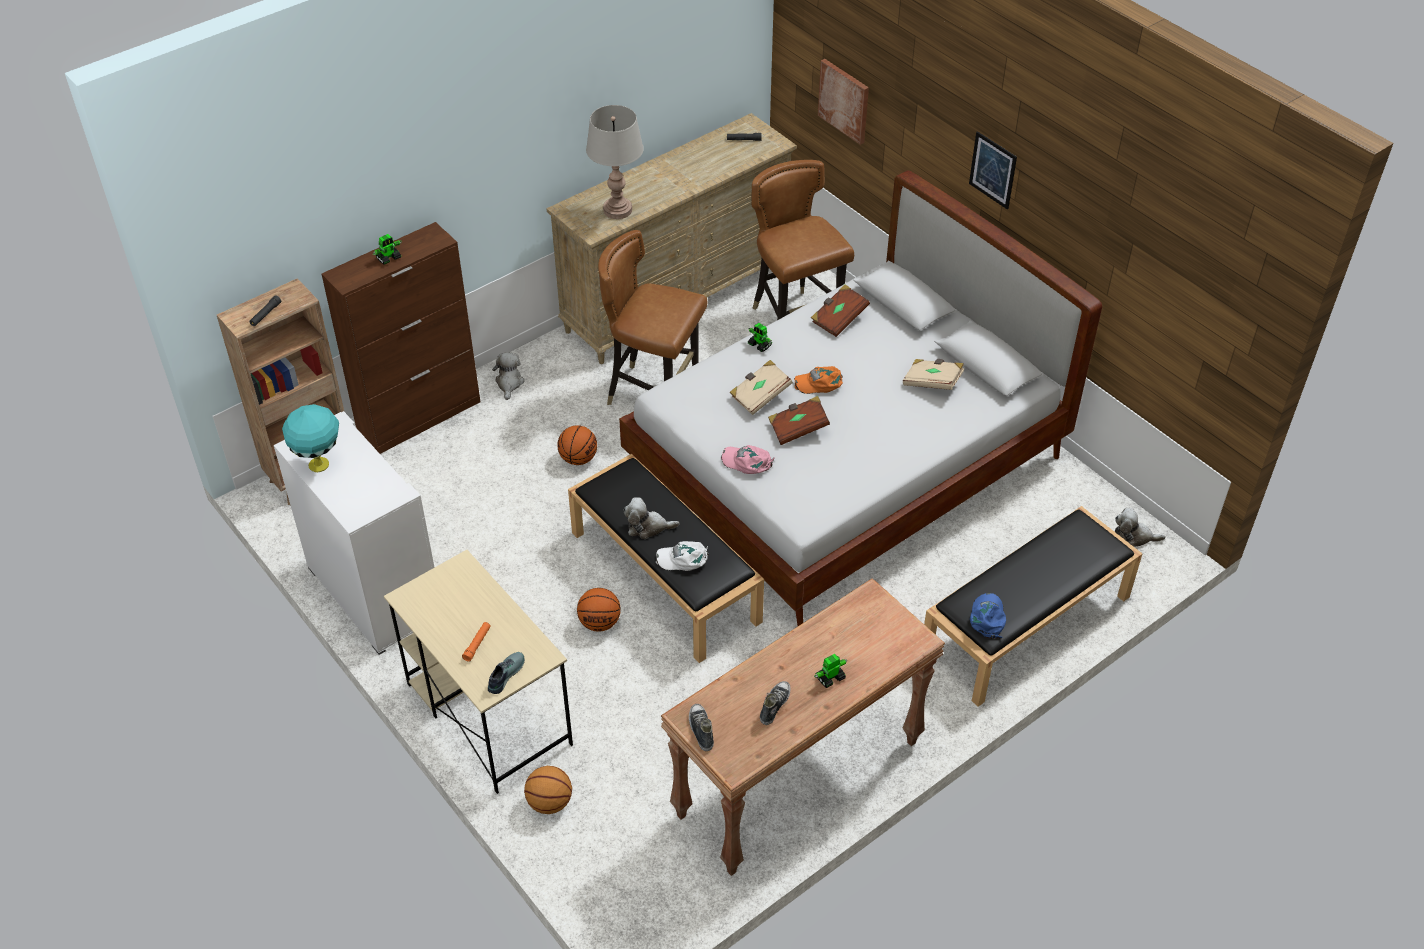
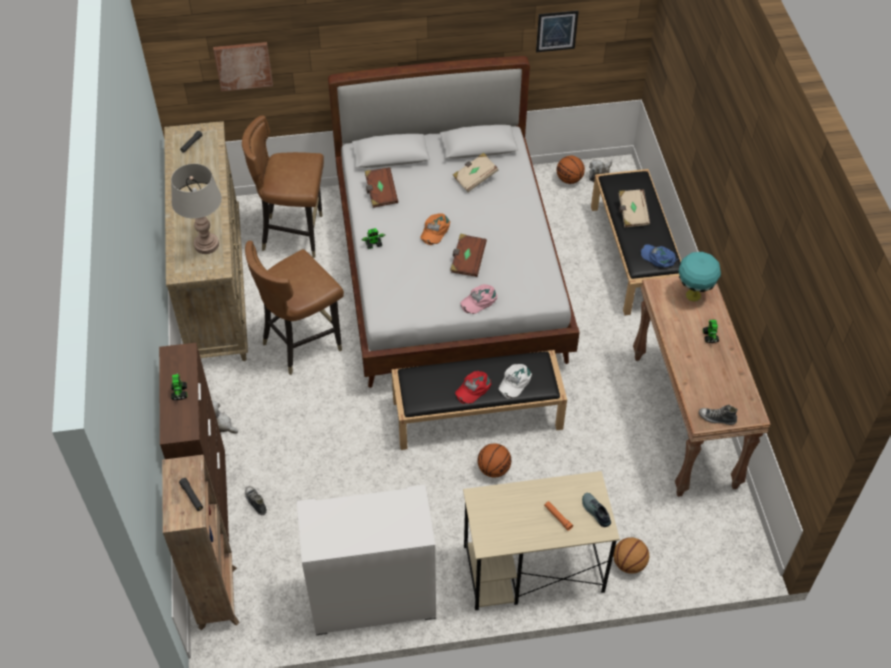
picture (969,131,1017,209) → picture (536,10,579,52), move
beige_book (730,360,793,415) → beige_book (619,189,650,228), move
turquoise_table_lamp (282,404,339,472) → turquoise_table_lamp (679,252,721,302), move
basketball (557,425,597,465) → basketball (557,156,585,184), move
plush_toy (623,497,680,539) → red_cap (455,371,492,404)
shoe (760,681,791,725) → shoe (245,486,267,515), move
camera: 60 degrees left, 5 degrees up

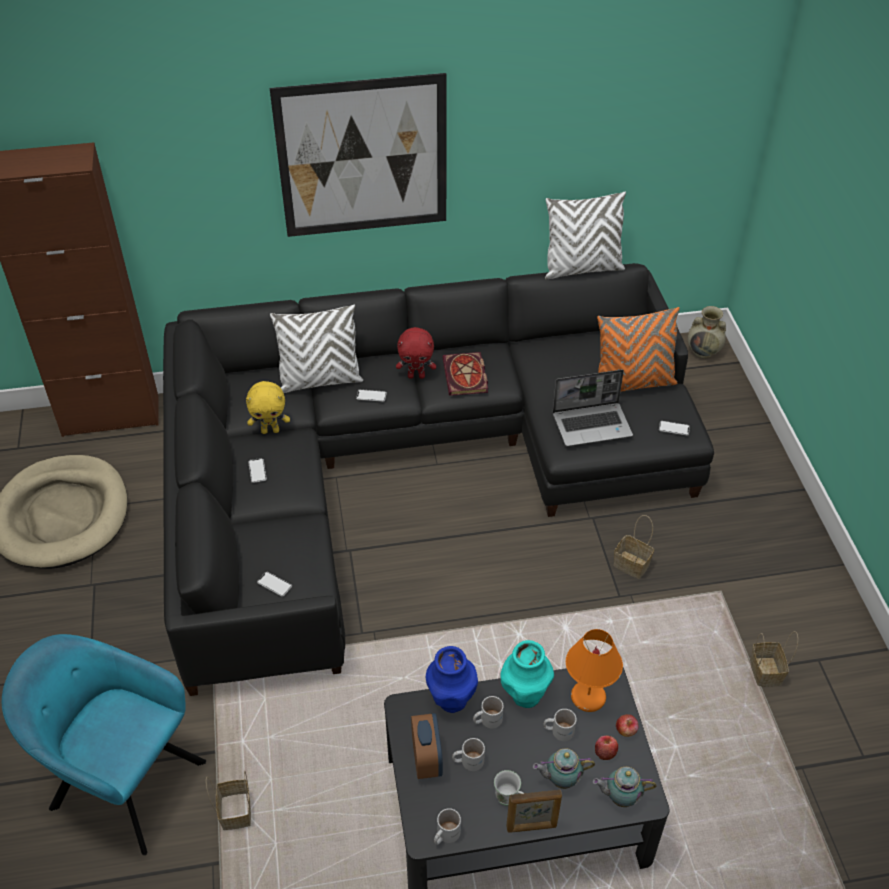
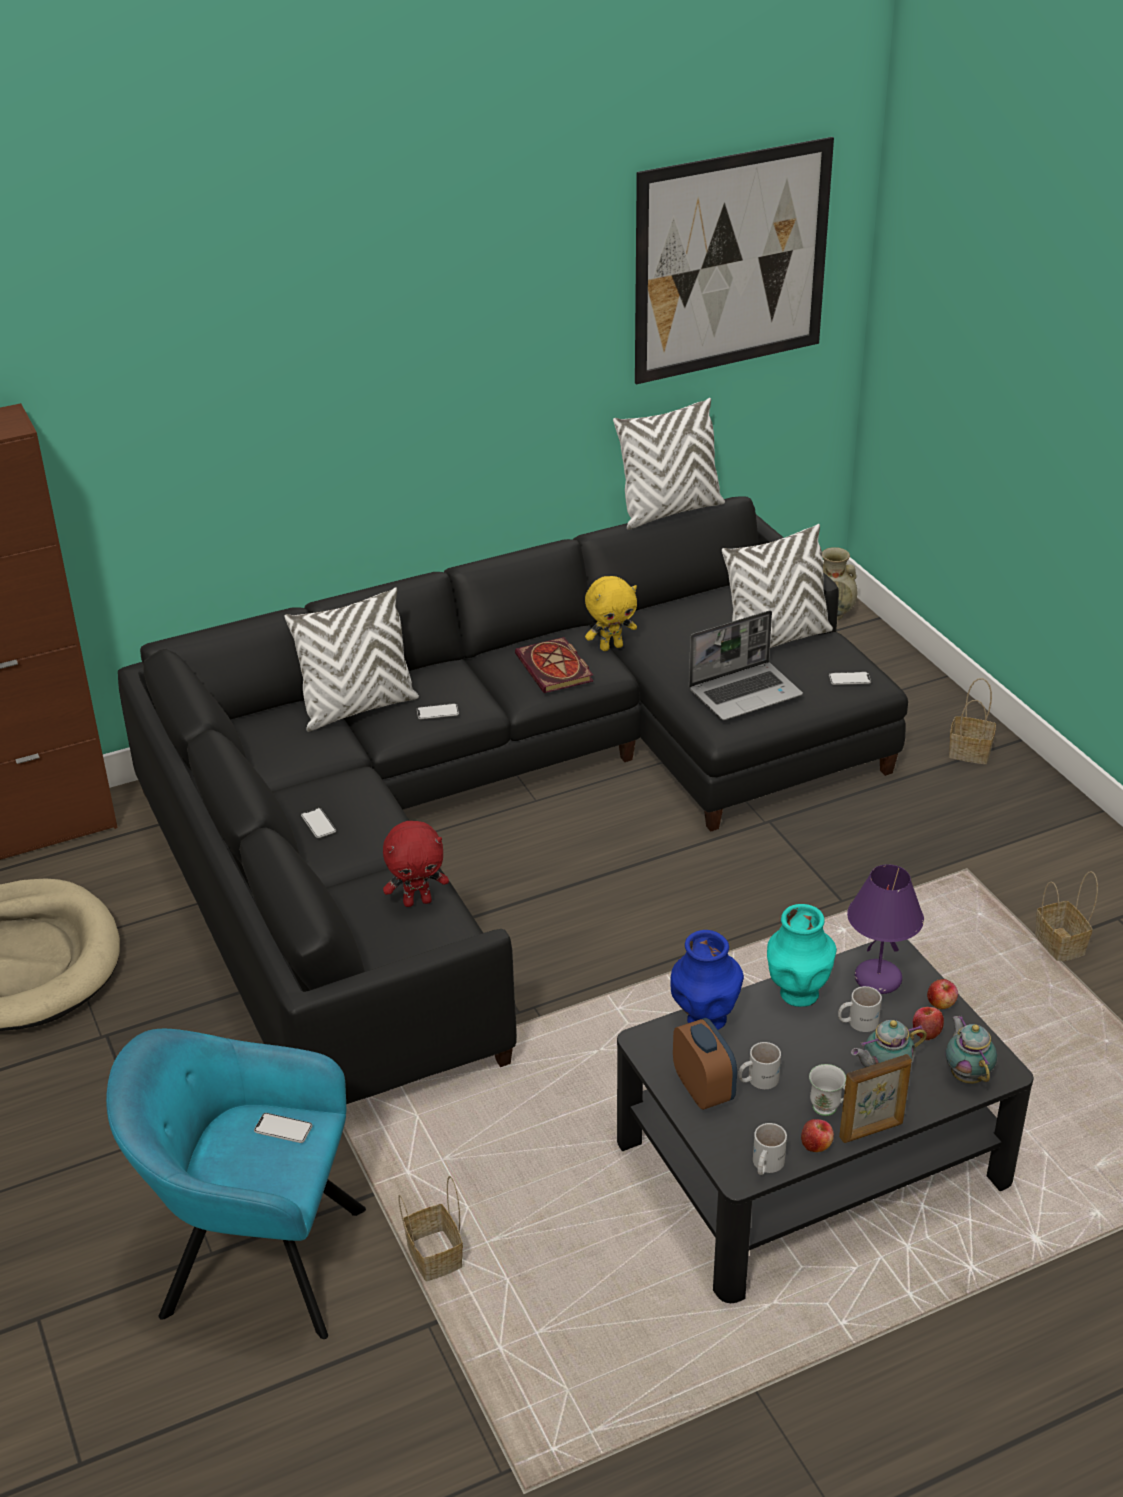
picture (270,73,447,237) → picture (635,137,834,384), move
orange_pillow (597,307,680,392) → white_pillow (722,524,833,648)
red_plush_toy (396,327,436,379) → red_plush_toy (383,821,449,907), move
yellow_plush_toy (246,381,290,434) → yellow_plush_toy (585,576,637,651), move
basket (613,515,654,579) → basket (949,678,996,764), move
phone (257,572,292,597) → phone (254,1113,313,1143), move
orange_table_lamp (566,629,623,712) → purple_table_lamp (847,864,924,994)
white_mug (473,696,504,728) → -
teapot (593,767,656,807) → teapot (945,1016,997,1084), 90 degrees clockwise
- → apple (801,1119,834,1152)
camera: 15 degrees left, 10 degrees down

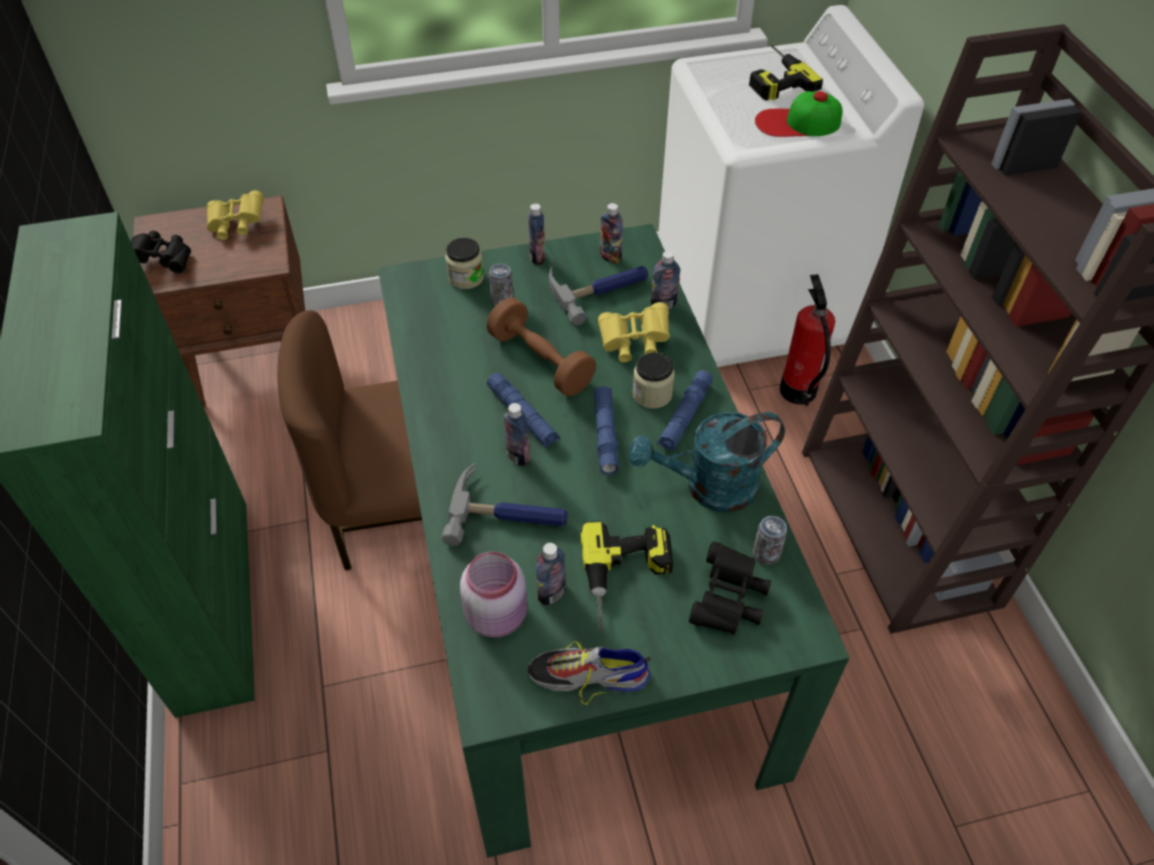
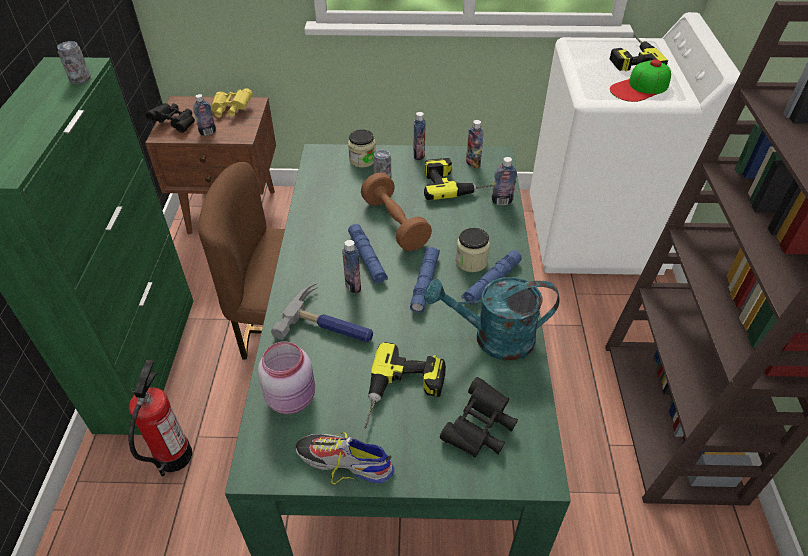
cap (755,91,843,137) → cap (610,60,671,102), 45 degrees counterclockwise
hammer (549,266,648,325) → power_drill (424,158,494,200)
fire_extinguisher (780,274,835,406) → fire_extinguisher (128,360,192,476), move
yellow_binoculars (598,302,670,362) → -
can (752,516,787,565) → can (57,41,91,84), move
bottle (536,543,565,605) → bottle (193,94,216,136), move
camera: 15 degrees right, 5 degrees down

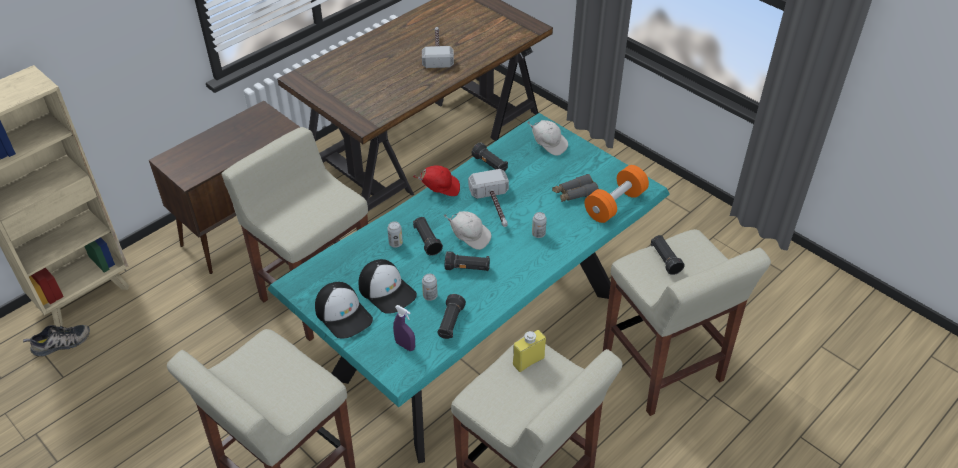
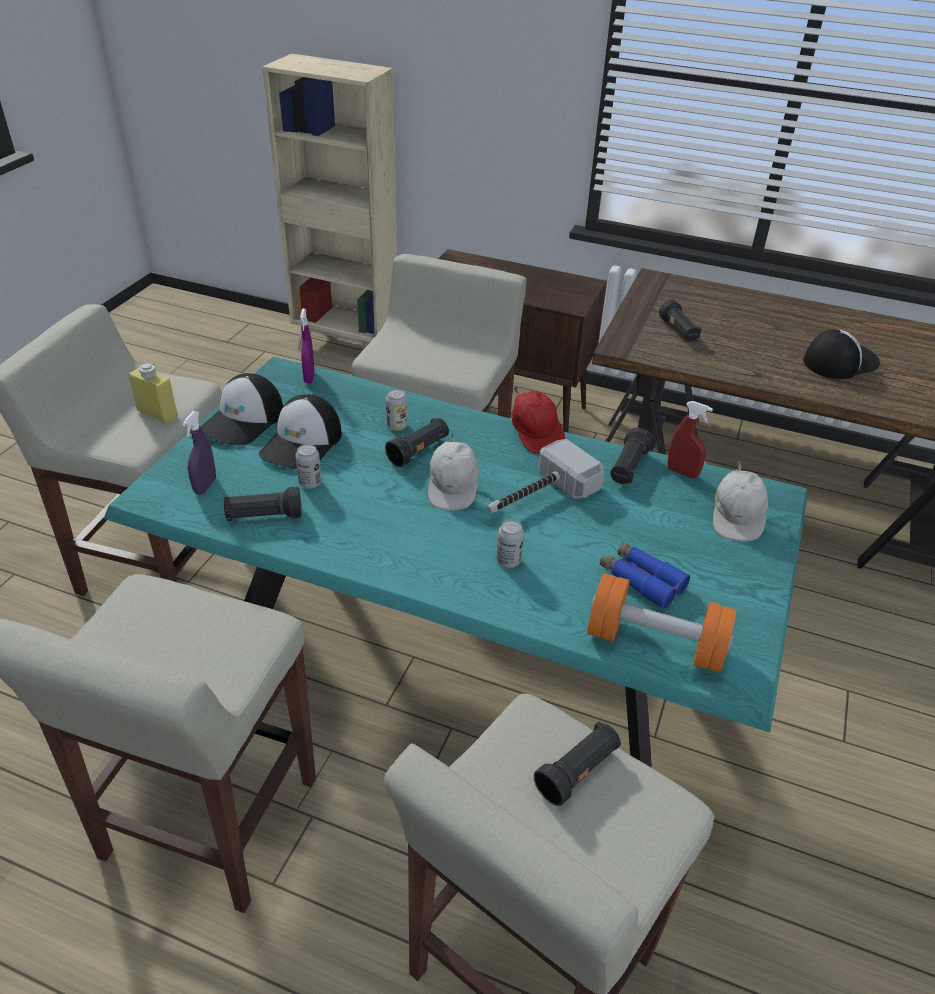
hammer (422,27,454,68) → cap (803,329,880,379)
grey_binoculars (552,174,599,202) → blue_binoculars (600,541,690,609)
black_flashlight (445,251,490,271) → black_flashlight (659,300,702,342), move
shoe (23,325,90,356) → -
yellow_bottle (513,330,546,372) → yellow_bottle (128,363,178,423), move
- → purple_spray_bottle (300,309,315,383)
- → red_spray_bottle (667,401,713,478)
camera: 65 degrees right, 5 degrees down

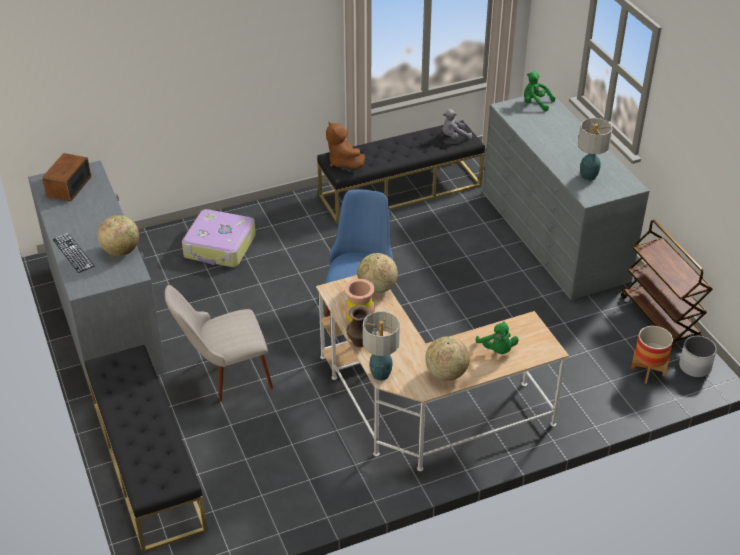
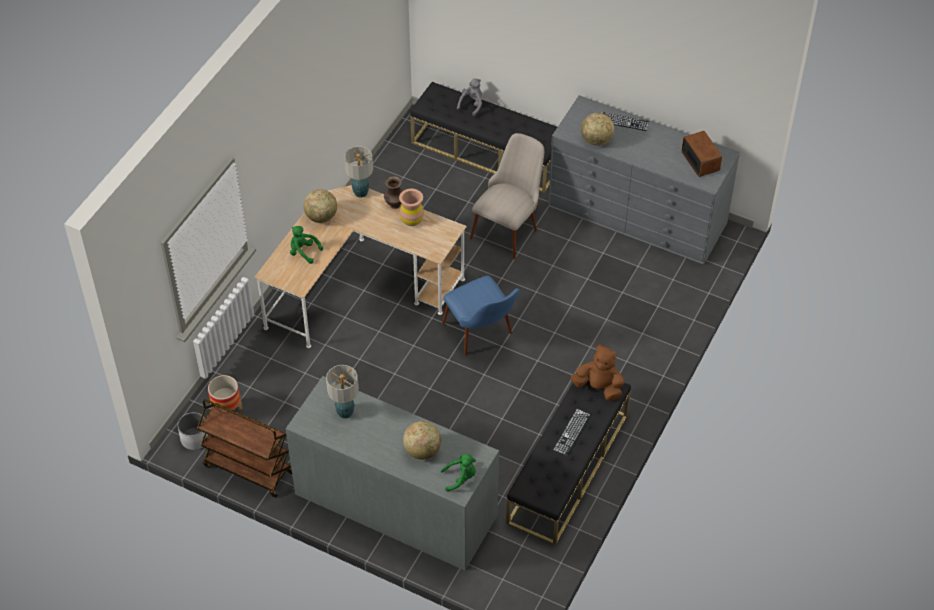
grey_plush_toy (442,109,472,139) → grey_plush_toy (457,78,482,116), move
suitcase (182,209,256,267) → -
globe (357,253,398,293) → globe (403,421,441,460), move
- → keyboard (553,409,591,456)
camera: 140 degrees right, 10 degrees up

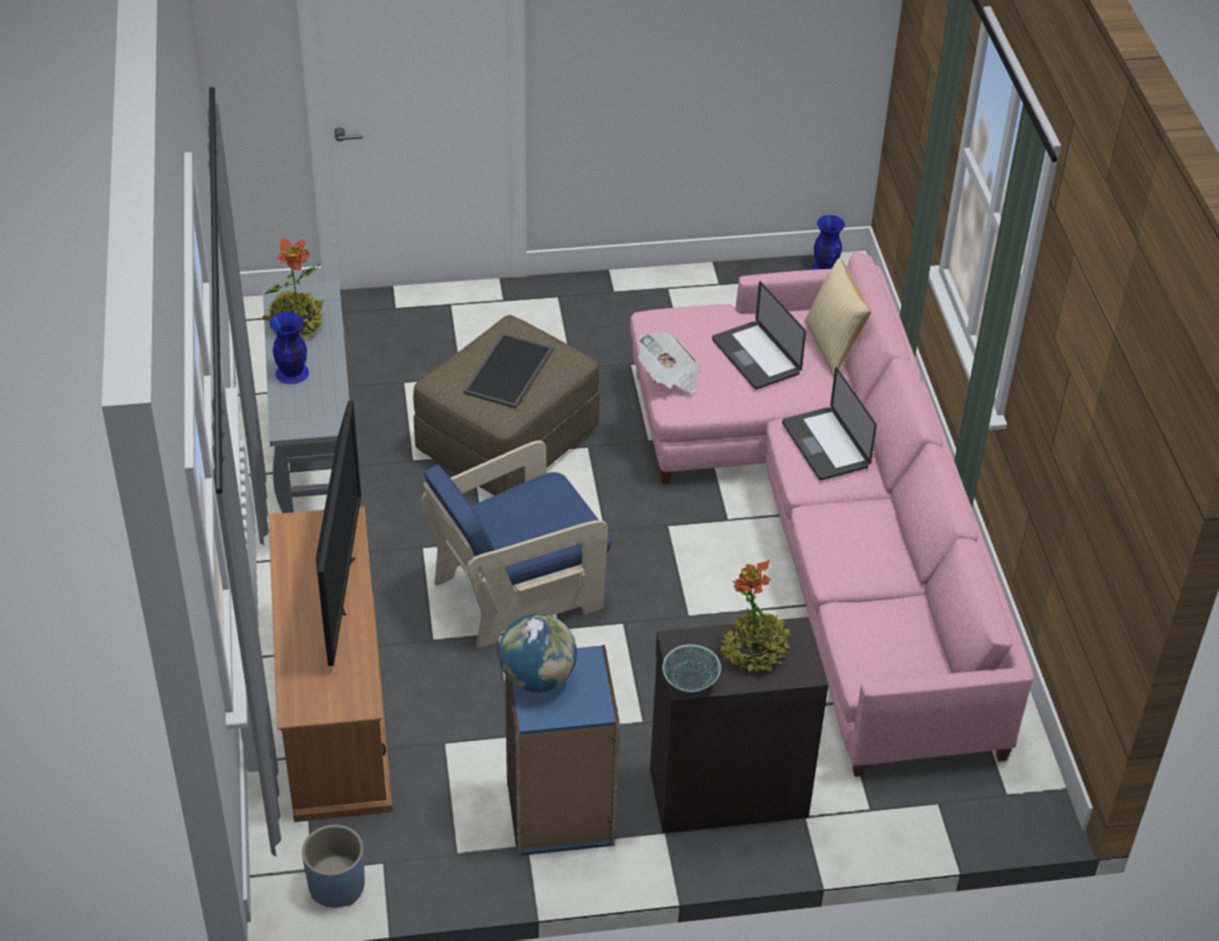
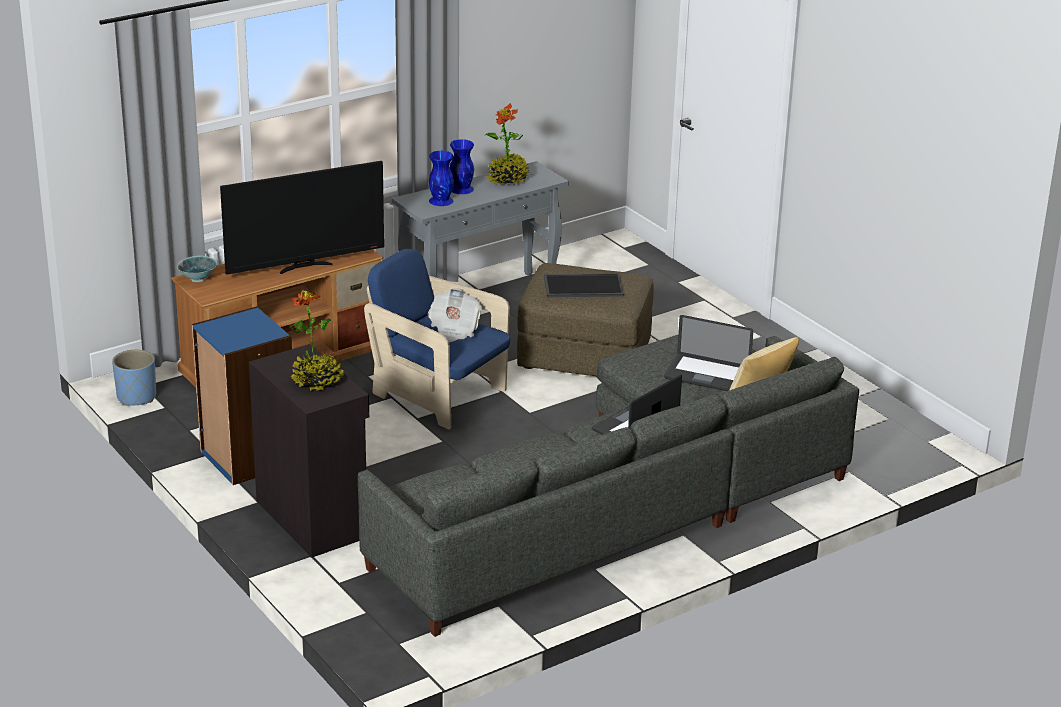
blue_vase (812,215,845,270) → blue_vase (429,151,454,206), move
pink_sofa (630,252,1034,777) → grey_sofa (358,335,859,637)
laptop (712,281,806,390) → laptop (664,315,753,391), 105 degrees counterclockwise
newspaper (638,331,701,394) → newspaper (428,288,482,342), move
globe (498,613,577,692) → -
bowl (662,644,721,692) → bowl (177,256,217,282), move
camera: 65 degrees right, 15 degrees down

